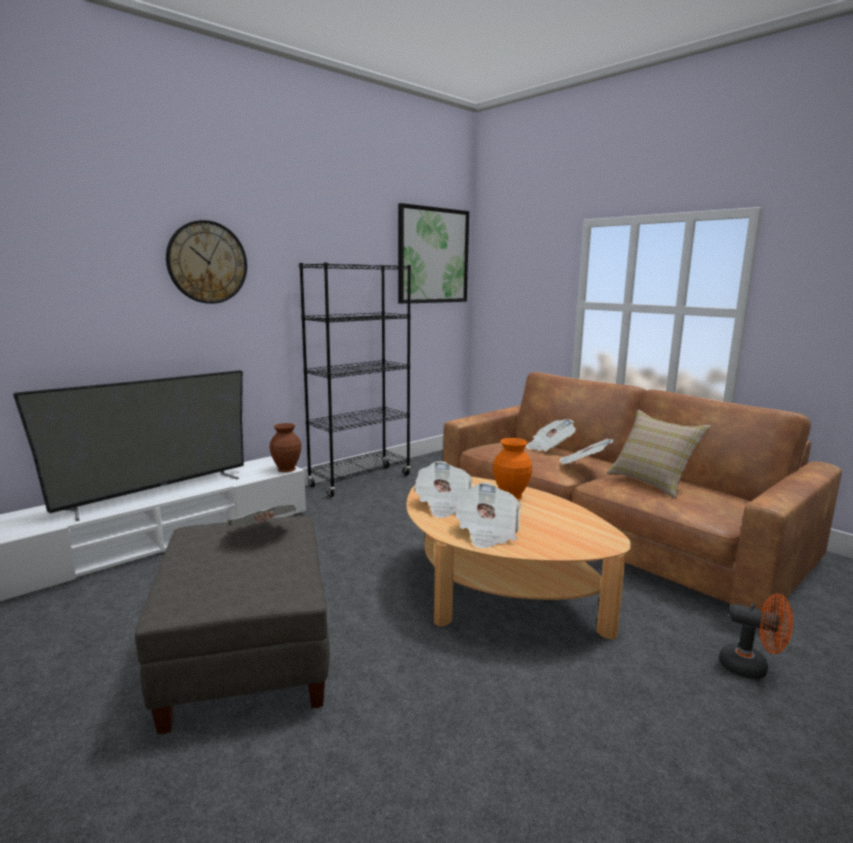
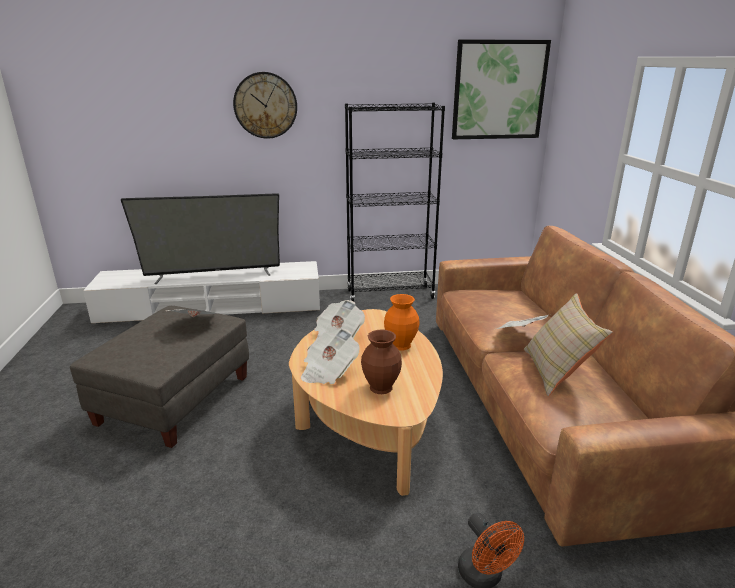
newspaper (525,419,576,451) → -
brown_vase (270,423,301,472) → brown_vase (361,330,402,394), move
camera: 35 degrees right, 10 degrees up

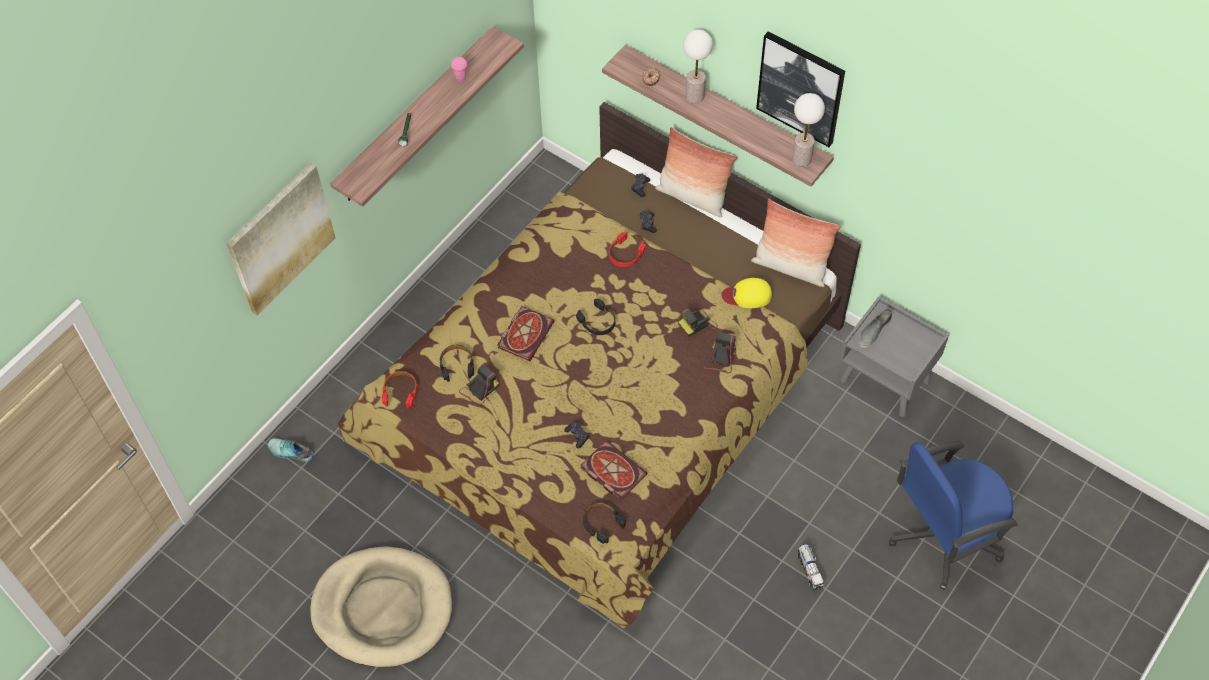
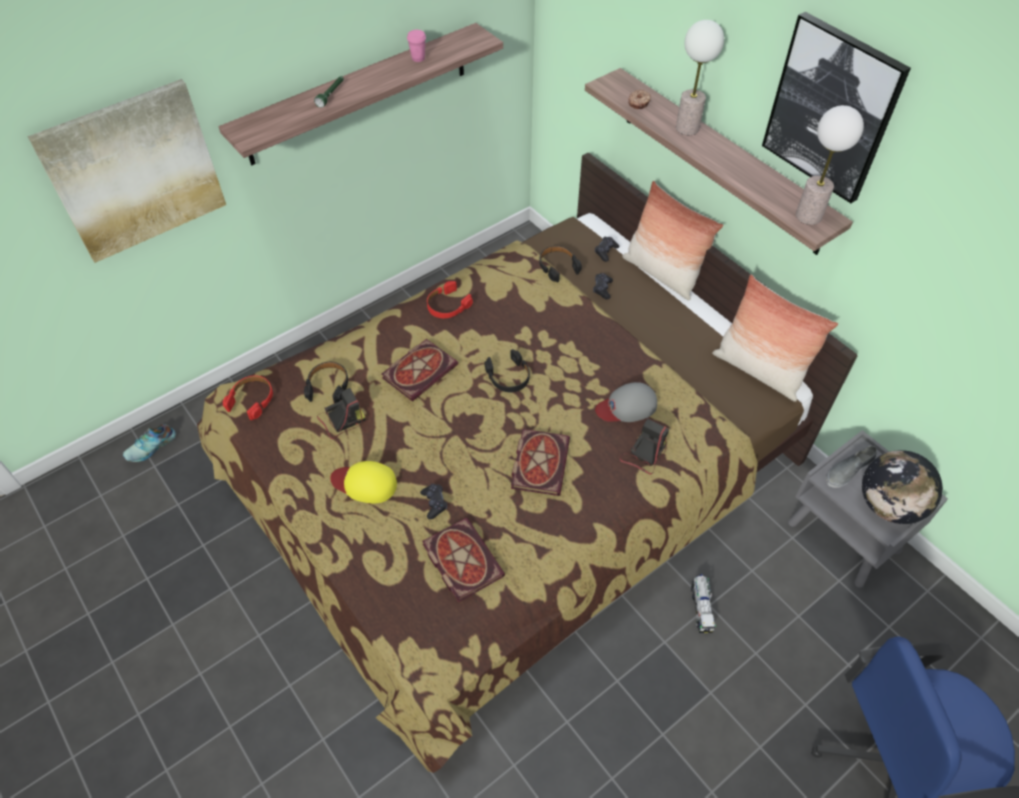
red_headphones (609,232,646,267) → red_headphones (427,281,473,318), move
yellow_cap (721,278,772,308) → yellow_cap (330,461,397,503), move
photo_camera (678,308,718,337) → grey_cap (595,382,657,422)
shoe (268,438,314,462) → shoe (123,424,176,462), 75 degrees counterclockwise
black_headphones (583,502,626,544) → black_headphones (539,246,582,282), move
toy_truck (797,543,825,590) → toy_truck (691,574,716,633), move
beige_dog_bed (310,546,452,667) → -
- → book (511,429,570,496)
- → globe (862,450,943,524)
camera: 15 degrees right, 5 degrees down

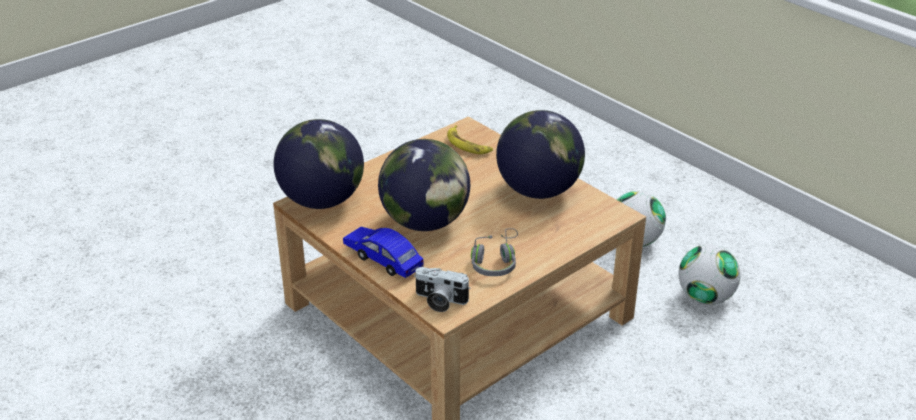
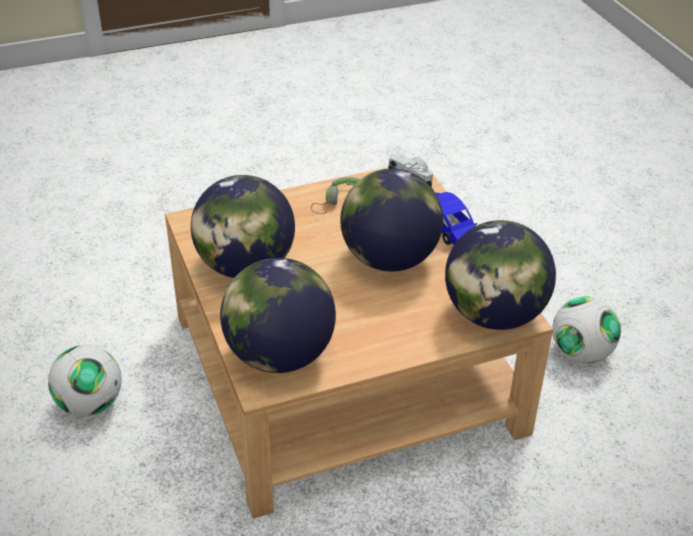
banana (447,125,493,154) → globe (220,258,336,373)
football (678,244,741,305) → football (552,296,621,363), move
camera: 160 degrees left, 5 degrees up

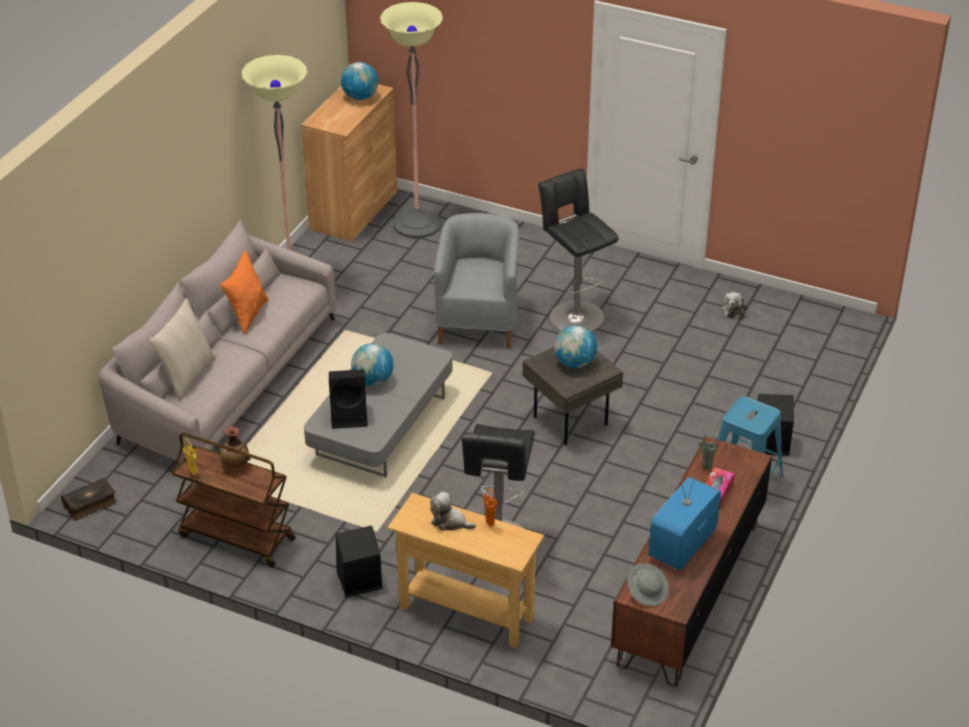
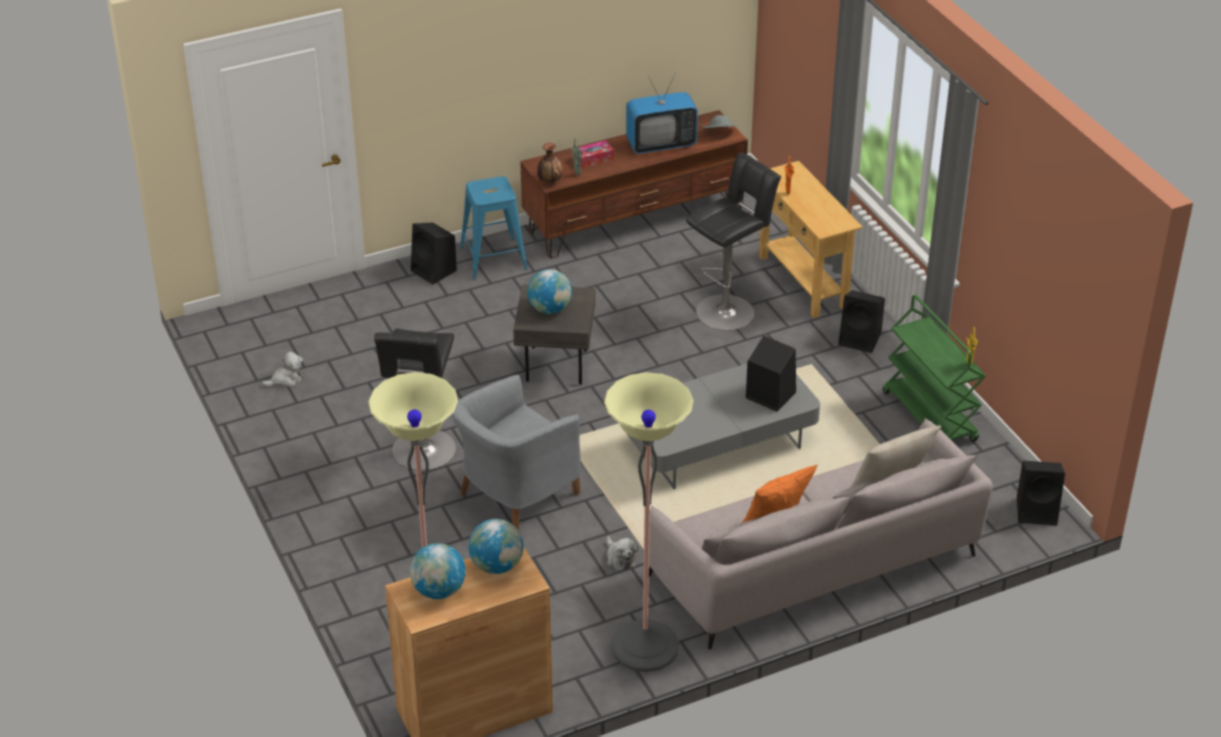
globe (351,343,394,386) → globe (468,519,523,574), move
vase (218,426,251,469) → vase (537,143,563,183), move
brown_cart (172,433,296,567) → green_cart (883,295,986,442)
book (61,478,117,520) → black_speaker (1017,461,1065,525)
plush_toy (430,492,476,531) → plush_toy (606,536,638,571), move
camera: 140 degrees left, 0 degrees up

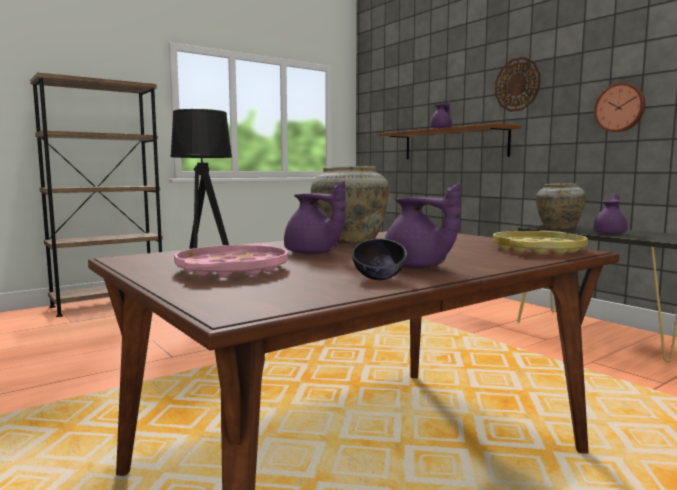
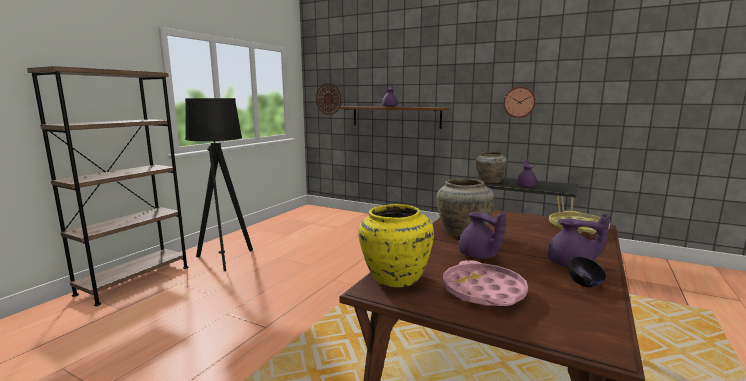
wall_clock (495,57,541,112) → wall_clock (316,83,342,115), move
purple_teapot (284,181,346,254) → purple_teapot (458,212,506,259), 45 degrees clockwise
- → yellow_vase (358,204,434,287)
camera: 25 degrees left, 5 degrees up

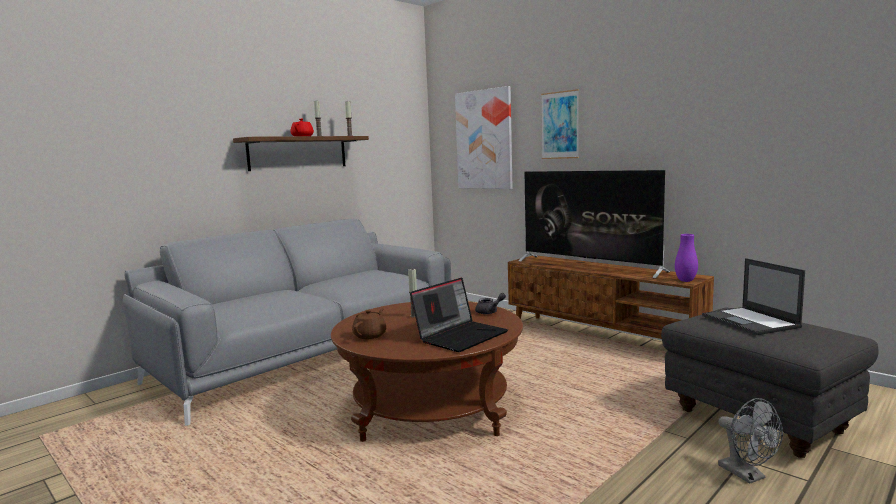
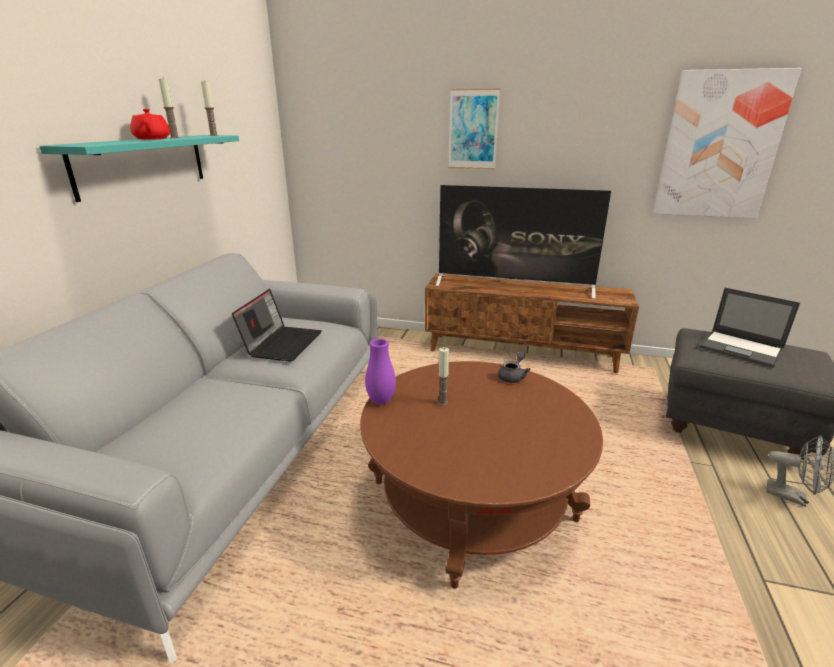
picture (455,86,513,189) → picture (653,68,801,219), move
brown_shelf (233,136,369,171) → turquoise_shelf (39,135,239,202)
purple_vase (675,234,698,282) → purple_vase (365,339,396,405), move
laptop (410,277,508,352) → laptop (232,289,322,362), move
brown_teapot (352,308,387,339) → -
camera: 30 degrees left, 15 degrees up

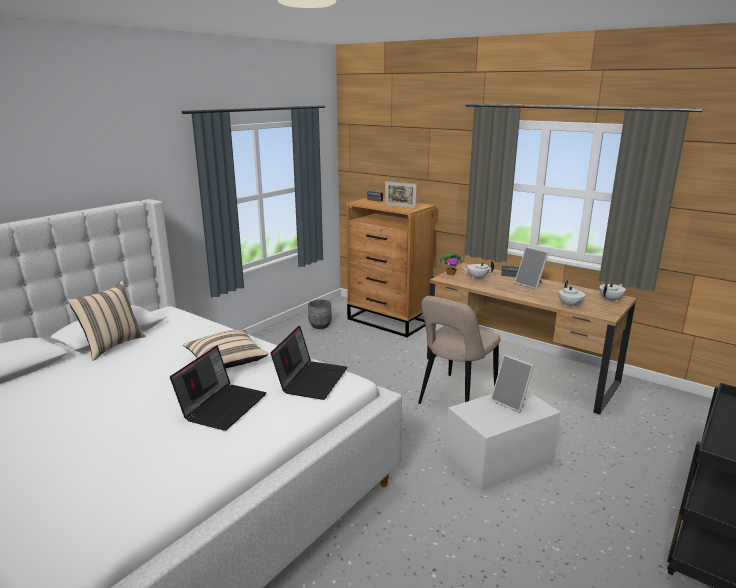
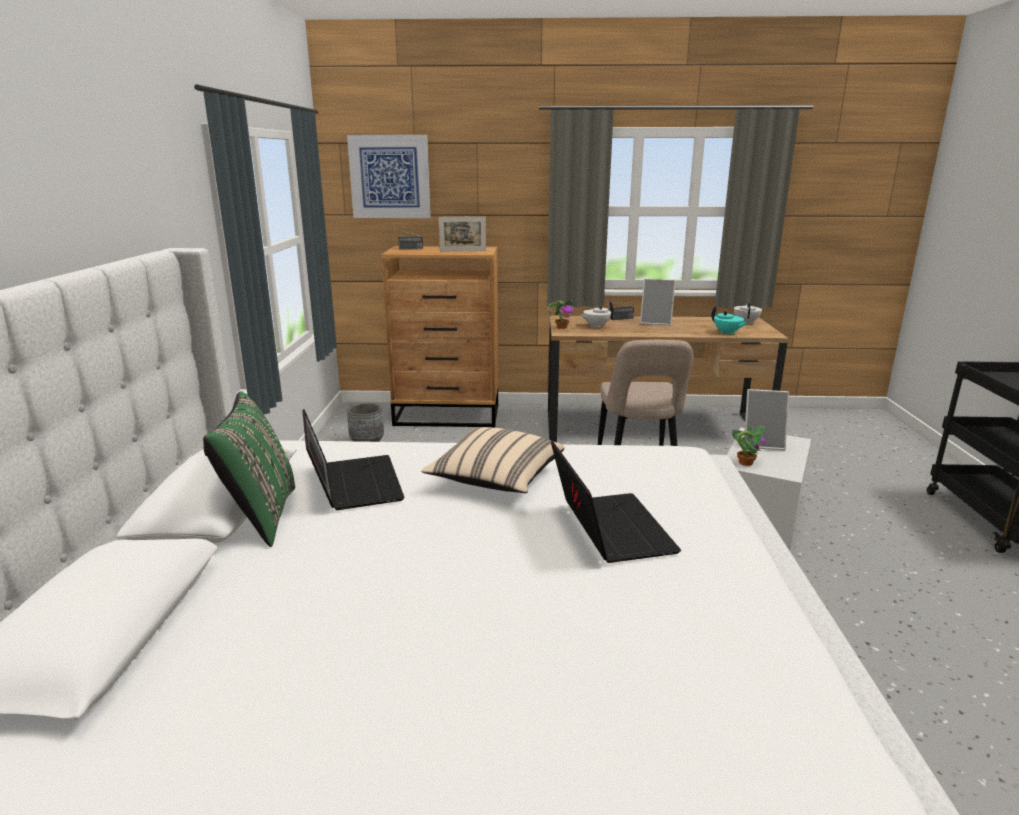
white_teapot (559,280,585,308) → turquoise_teapot (711,306,749,335)
beige_pillow (67,281,145,361) → green_pillow (203,391,295,547)
laptop (271,325,348,400) → laptop (302,409,405,510), move
- → picture (347,135,431,218)
- → potted_plant (732,426,766,466)
camera: 35 degrees left, 0 degrees up

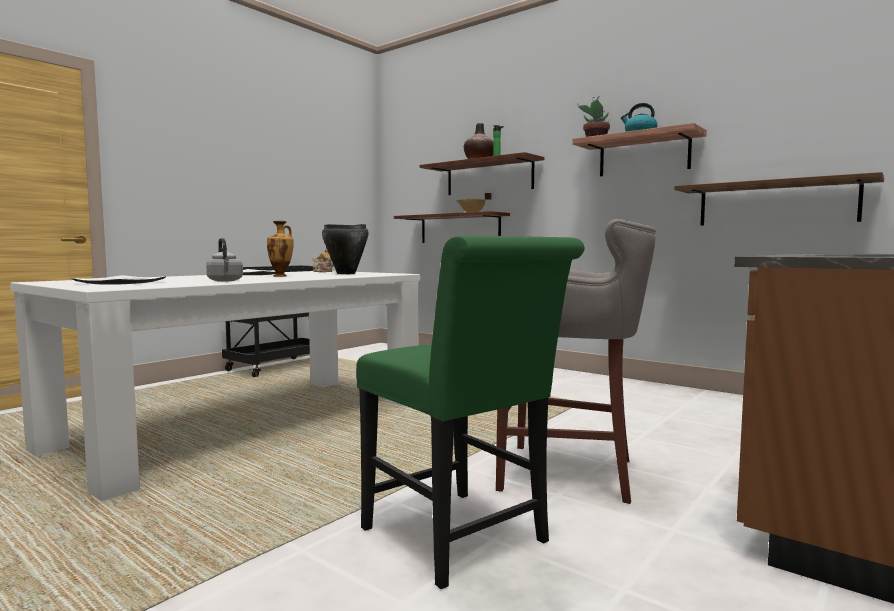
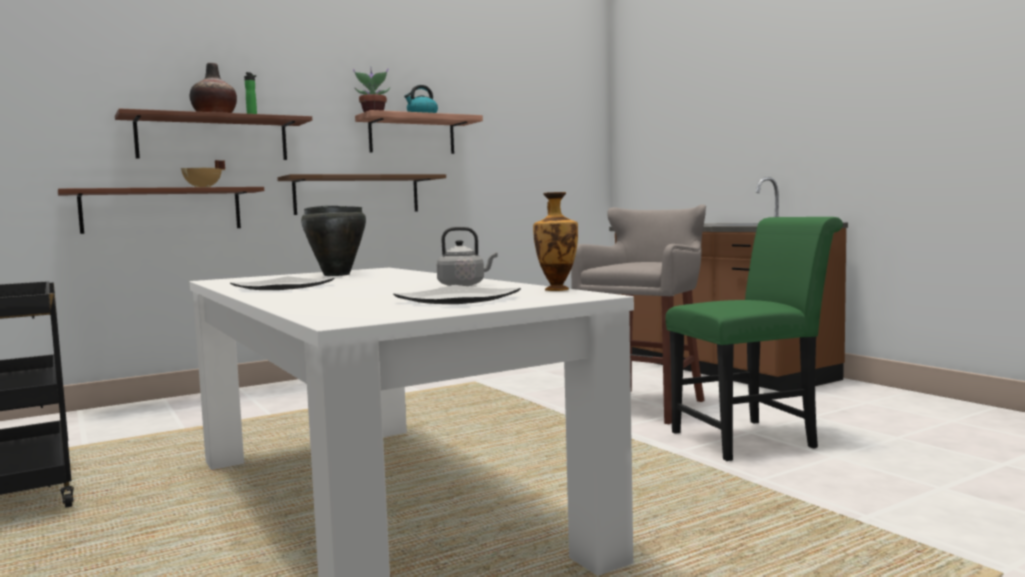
brown_shelf (674,172,884,226) → brown_shelf (277,174,446,215), move
vase (267,221,294,277) → vase (533,192,578,291), move
teapot (312,249,334,272) → -
camera: 70 degrees left, 0 degrees up

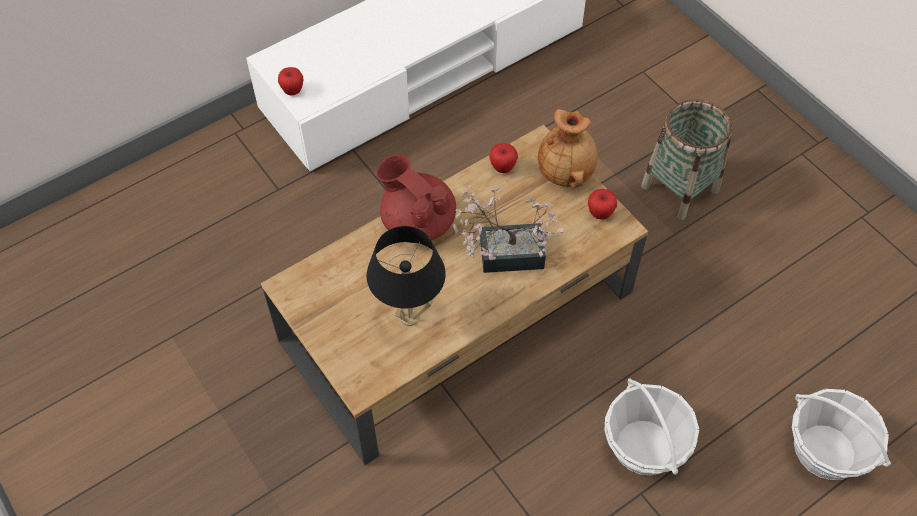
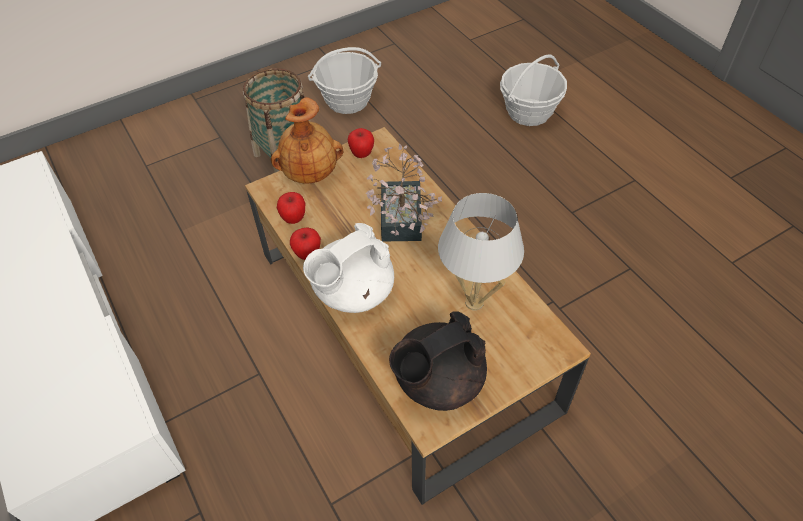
apple (278,67,303,96) → apple (290,227,321,260), move
red_teapot (376,155,456,243) → white_teapot (303,223,394,313)
black_table_lamp (366,226,446,326) → white_table_lamp (438,193,524,311)
basket (604,378,699,476) → basket (308,47,381,114), move
- → black_teapot (389,311,487,411)
camera: 85 degrees left, 5 degrees down

